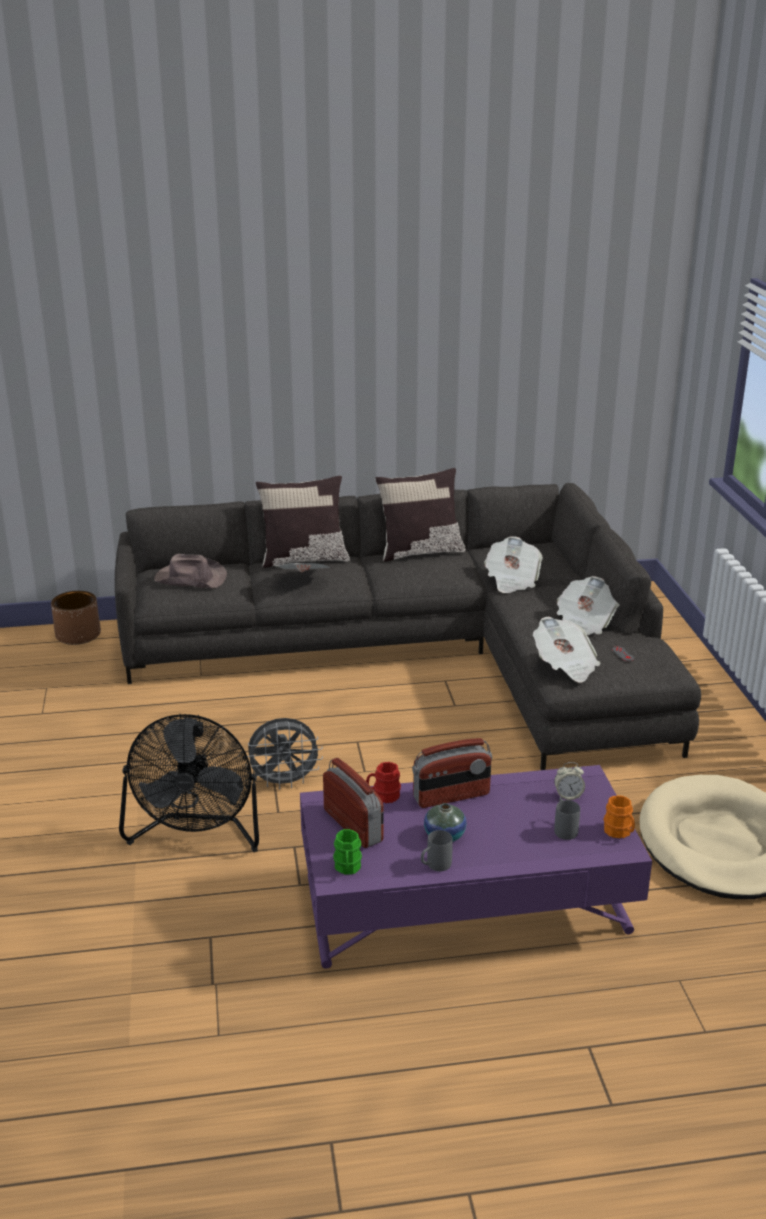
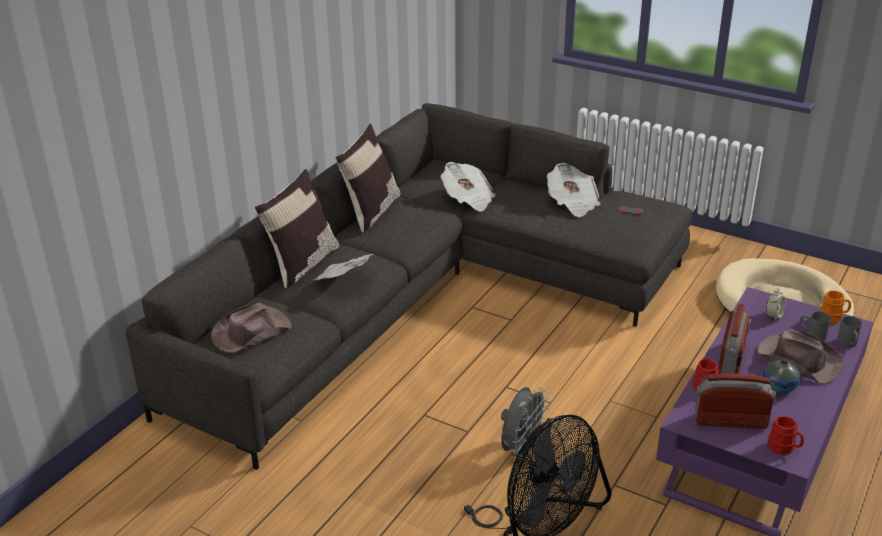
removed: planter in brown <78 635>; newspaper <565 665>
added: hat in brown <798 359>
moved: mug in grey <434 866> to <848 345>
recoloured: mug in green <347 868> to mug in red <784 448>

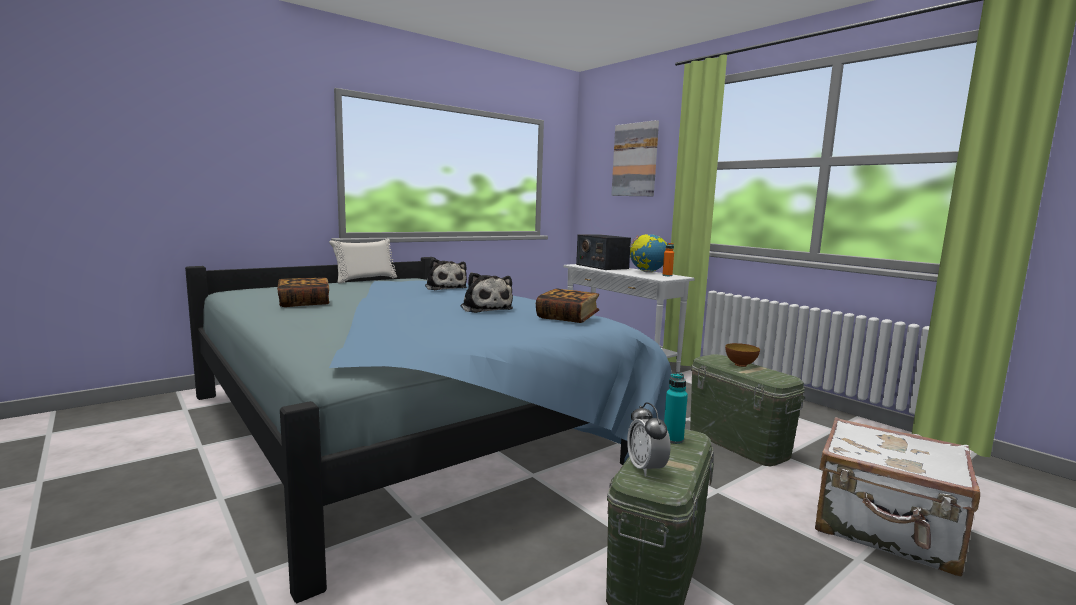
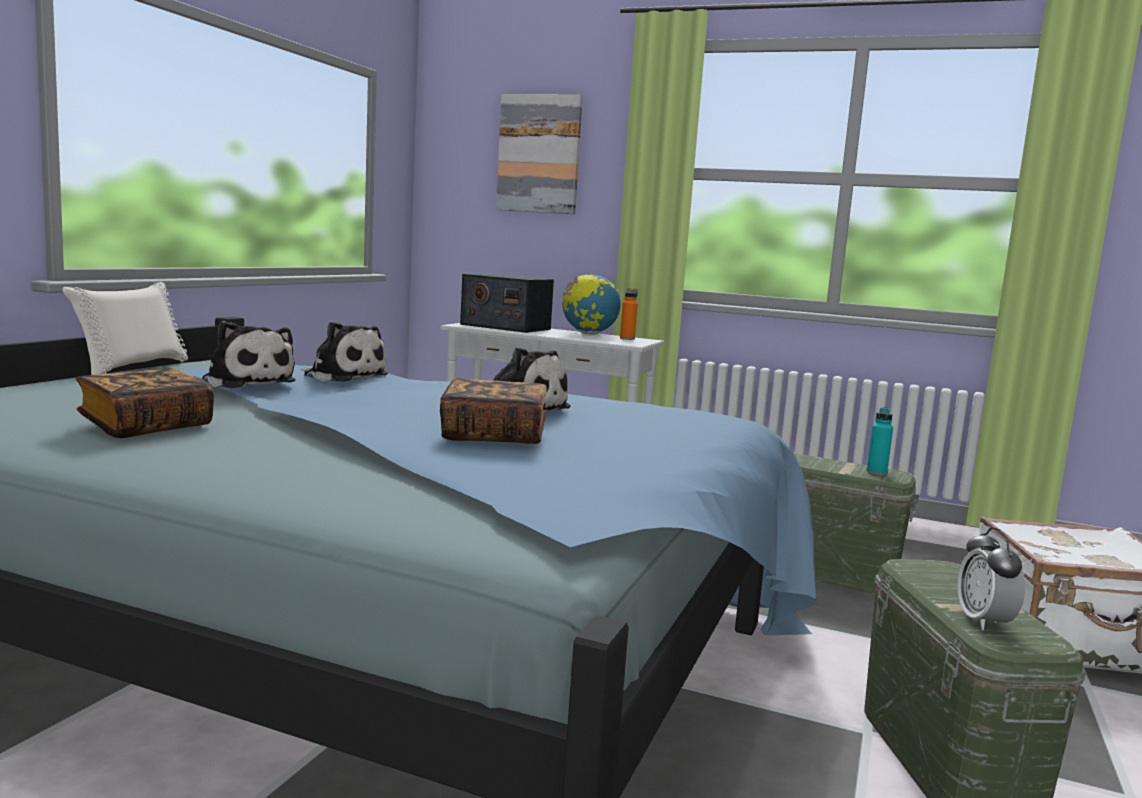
removed: bowl <740 365>
added: plush toy <247 382>
moved: book <567 318> to <494 436>; bottle in turquoise <673 439> to <876 472>
turned: alarm clock <646 468> = <984 622> 45 degrees clockwise

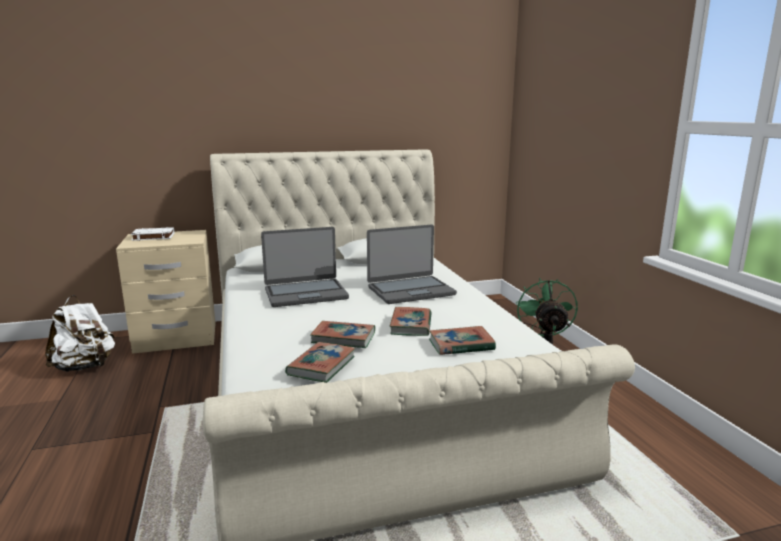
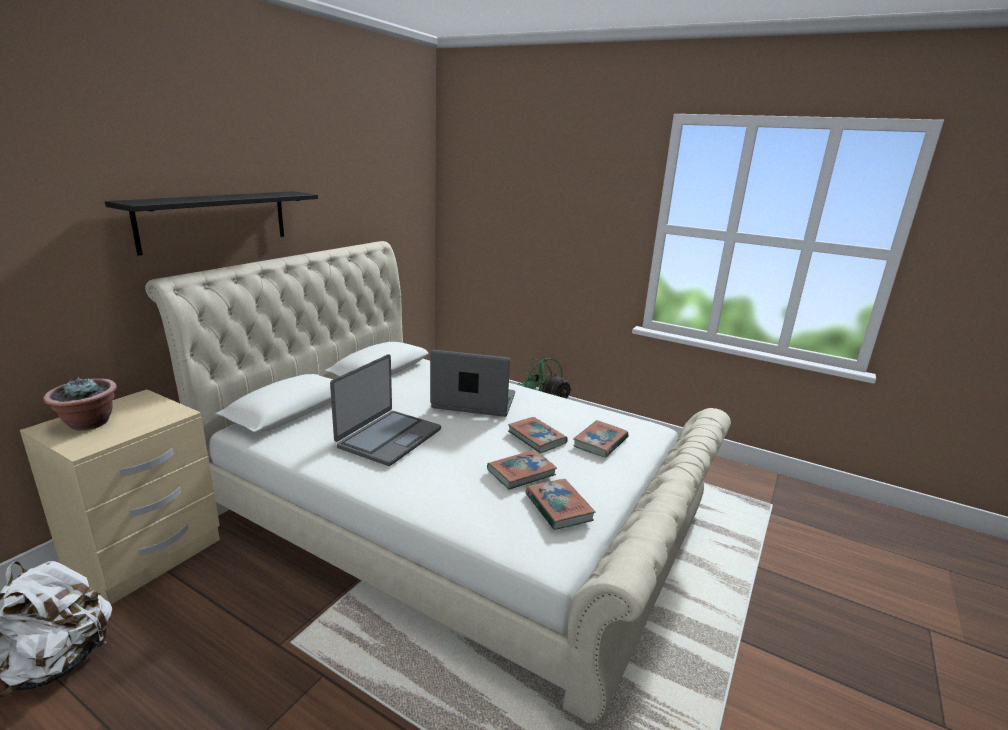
added: shelf in black <215 220>
replaced: book in white <153 237> to potted plant <88 423>
turned: laptop <410 290> = <473 402> 105 degrees counterclockwise

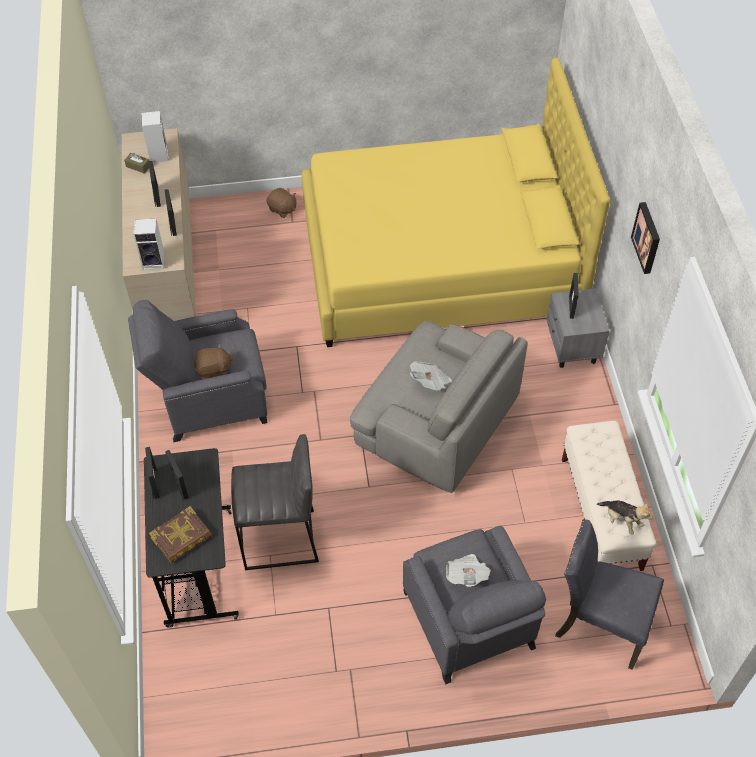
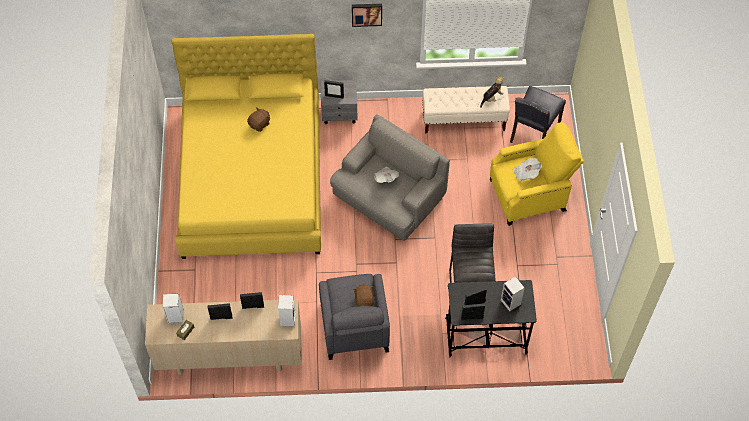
moved: plush toy in brown <282 209> to <259 124>
replaced: book <181 537> to speaker <511 302>
recoloured: armchair in grey <470 623> to armchair in yellow <530 194>

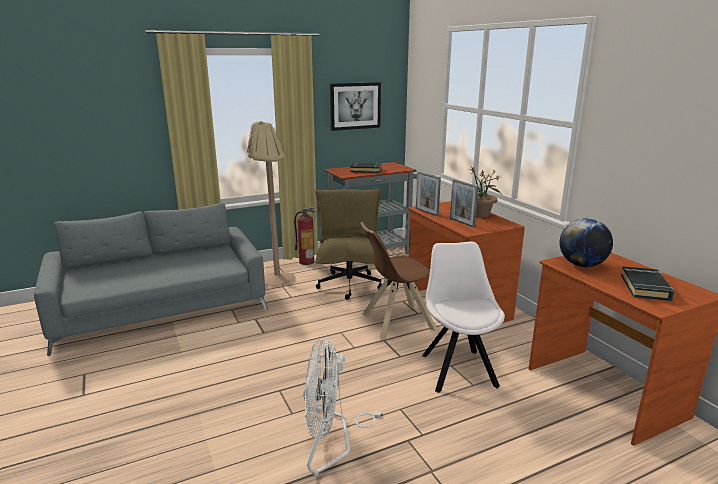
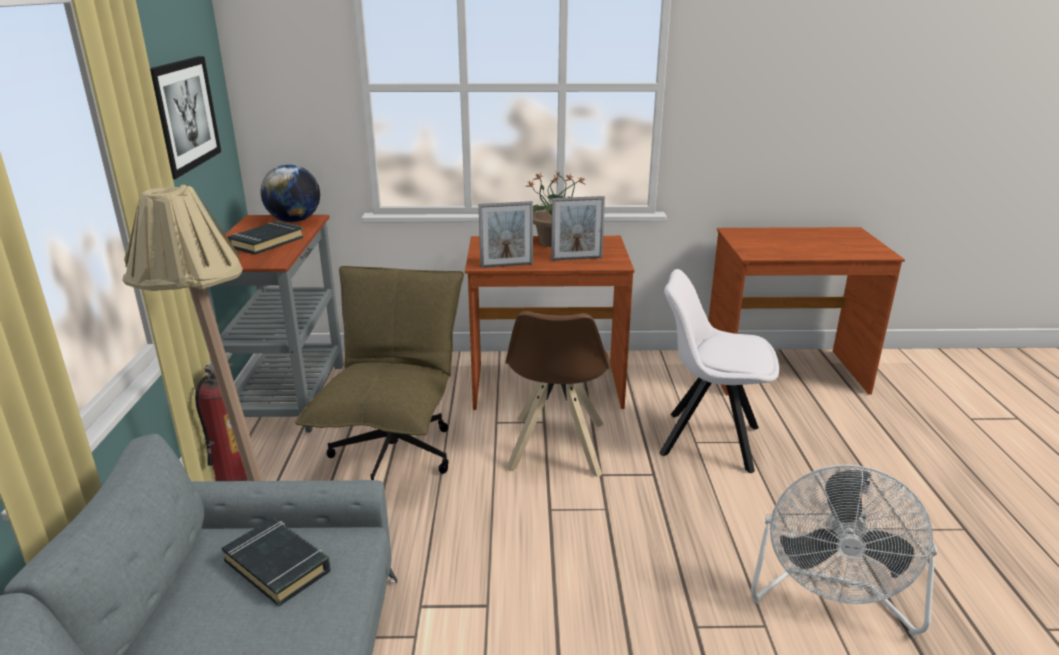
moved: book in black <645 287> to <278 566>; globe <582 265> to <294 220>
turned: office chair in beige <349 285> = <393 455> 75 degrees clockwise

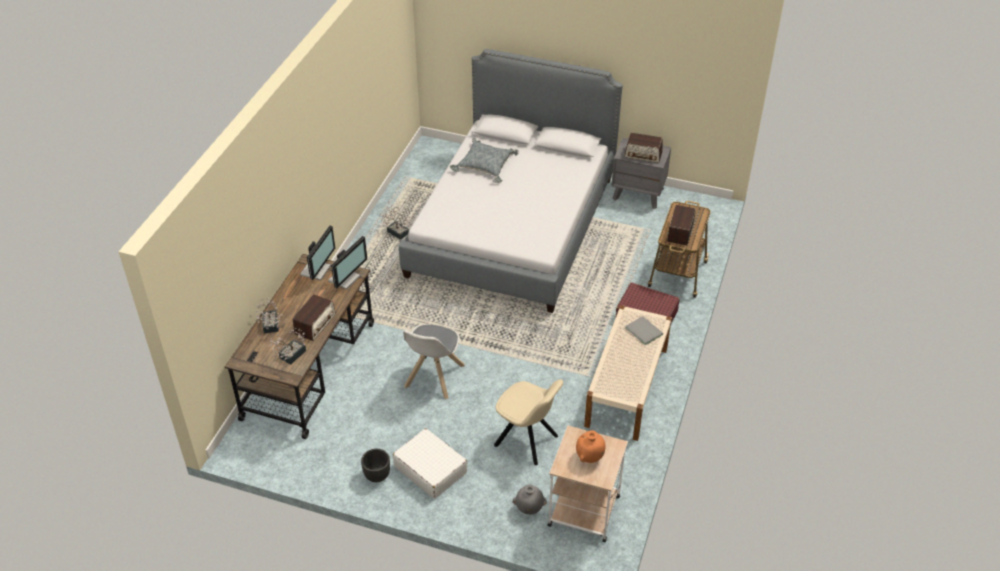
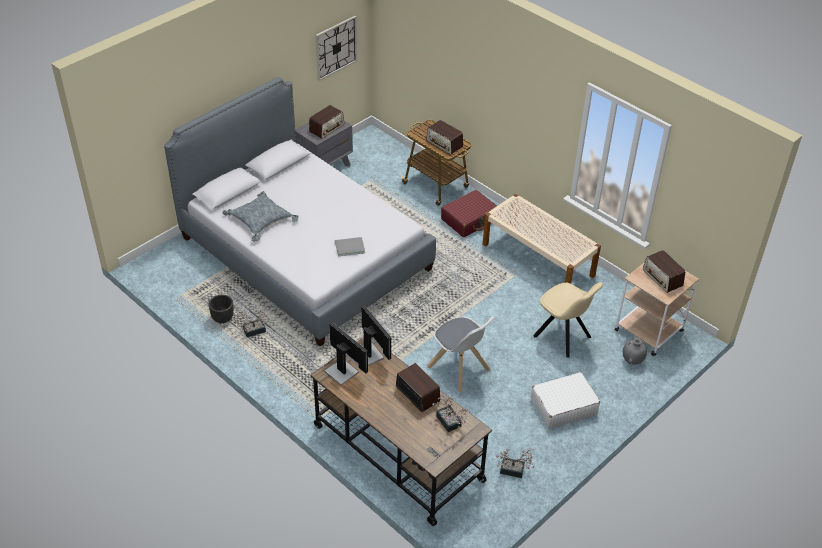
added: wall clock <336 48>
moved: planter in black <377 475> to <223 318>; book in grey <644 330> to <348 247>; potted plant <270 326> to <515 471>
replaced: vase in orange <589 457> to radio <662 278>
turned: chair in beige <527 440> = <563 336> 75 degrees clockwise

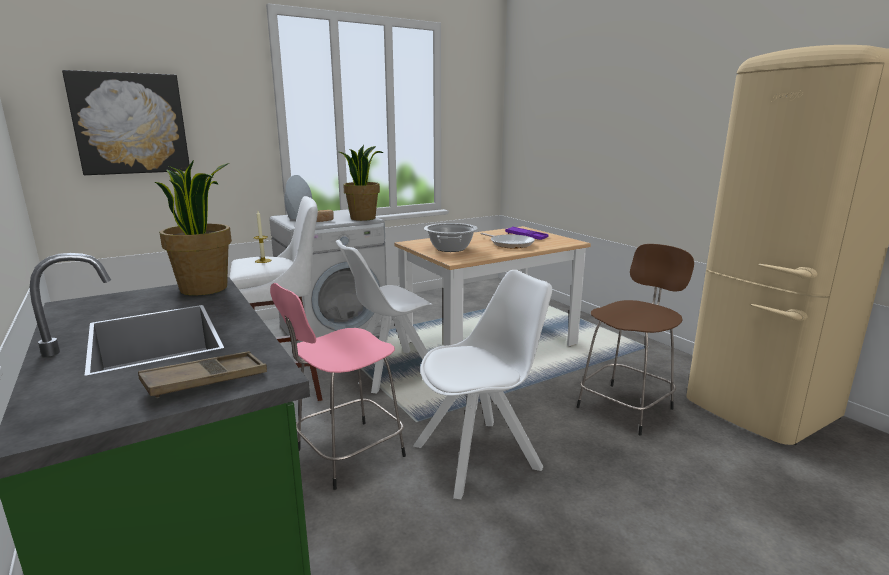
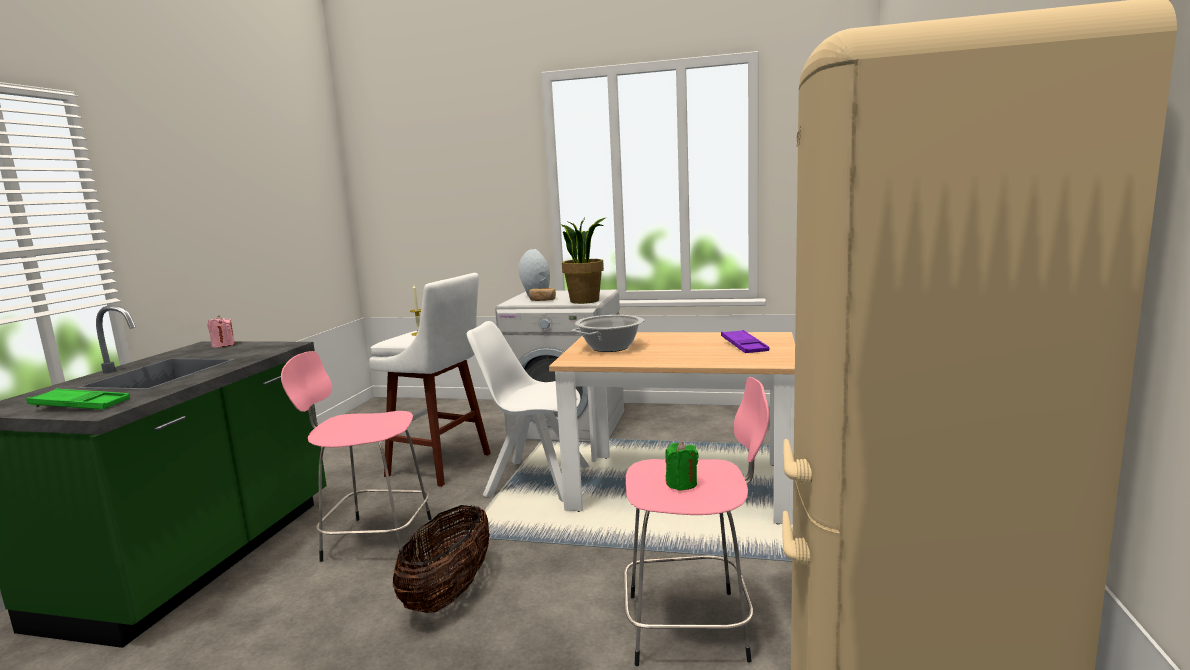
removed: picture <130 124>; potted plant <205 288>; frying pan <510 244>
added: candle in pink <223 345>; candle in green <681 484>
replaced: chair in white <479 456> to basket <449 593>
recoloured: tray in brown <206 381> to tray in green <80 405>; stool in brown <626 407> to stool in pink <692 626>

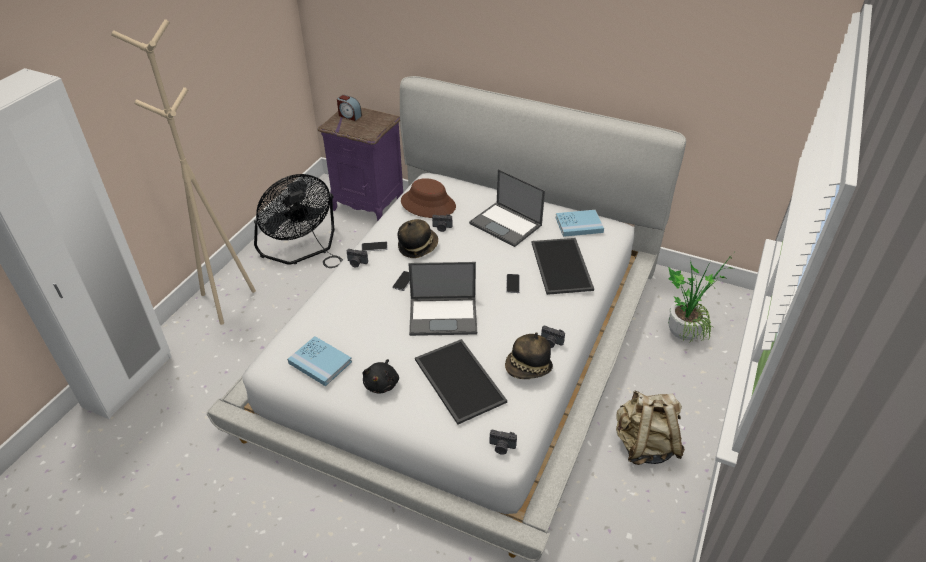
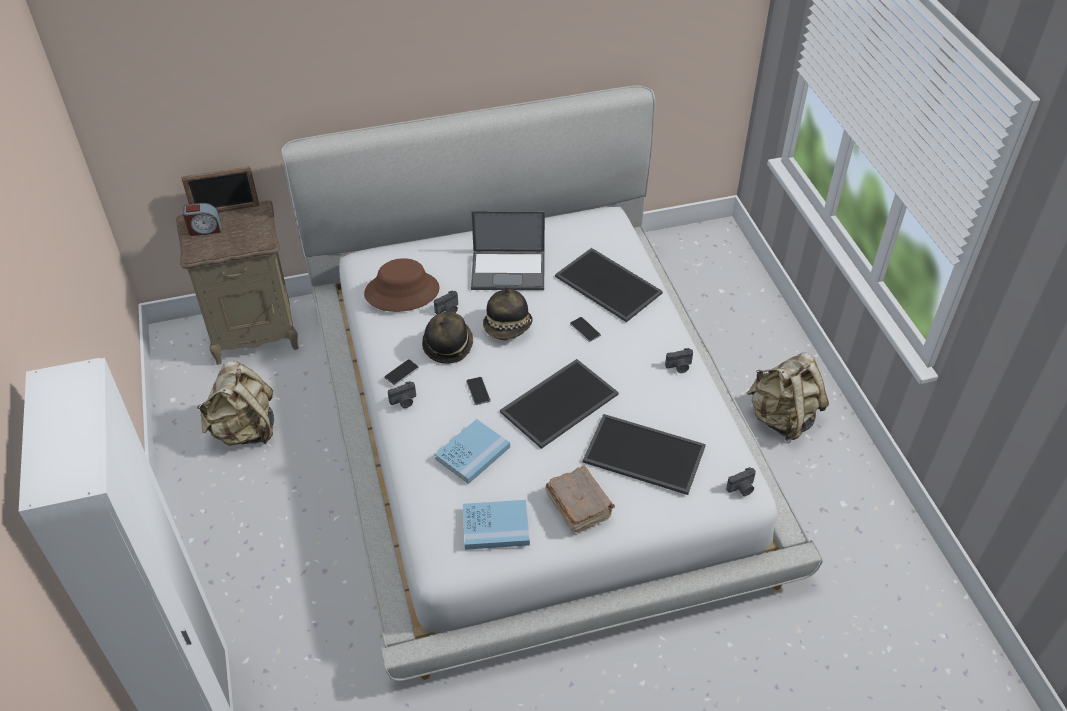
removed: clothes rack in beige <227 302>; potted plant <685 329>
added: picture frame <226 210>
moved: book in blue <579 225> to <472 453>; hat <528 368> to <508 327>
replaced: fan in black <307 250> to backpack in beige <245 430>; laptop <444 316> to tray <559 401>; plush toy in black <382 383> to book in brown <578 505>
recoloured: nightstand in purple <368 205> to nightstand in beige <255 334>

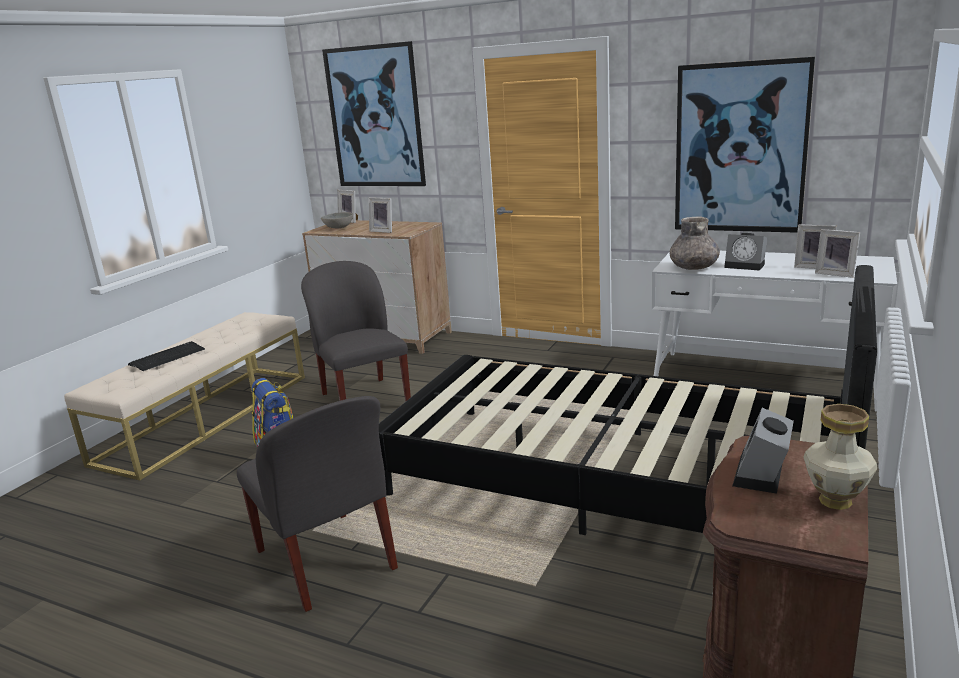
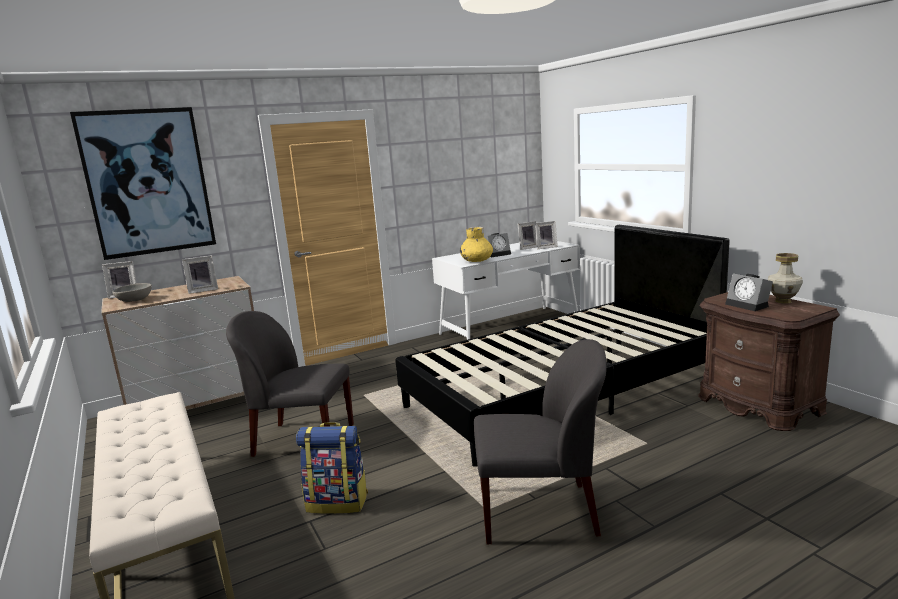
removed: keyboard <168 357>; picture <740 148>
recoloured: vase in grey <694 267> to vase in yellow <477 260>

